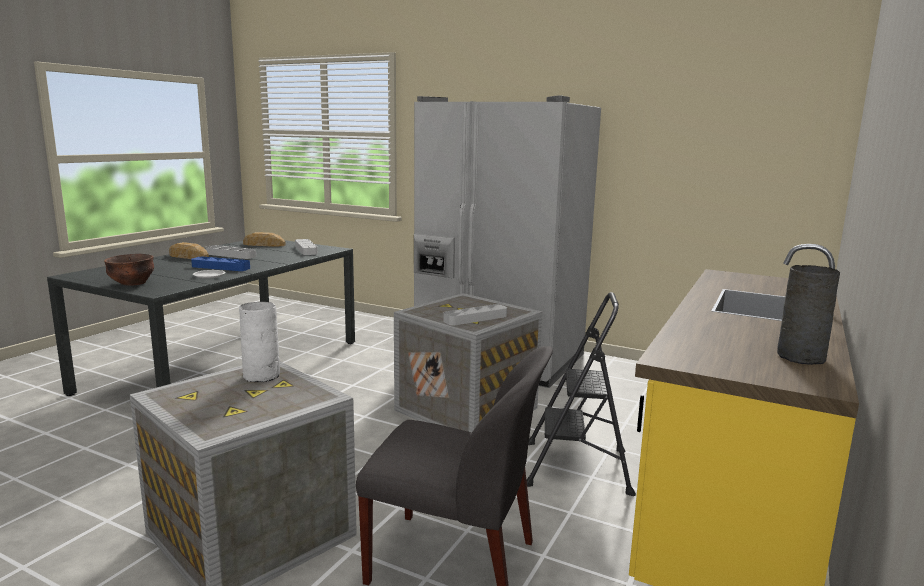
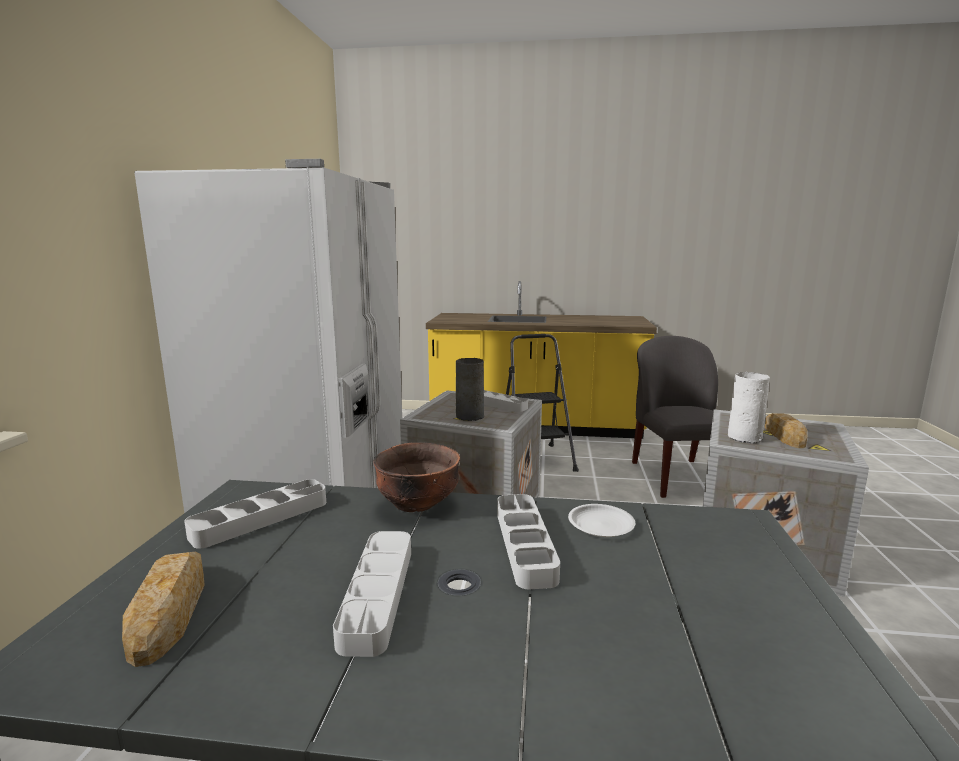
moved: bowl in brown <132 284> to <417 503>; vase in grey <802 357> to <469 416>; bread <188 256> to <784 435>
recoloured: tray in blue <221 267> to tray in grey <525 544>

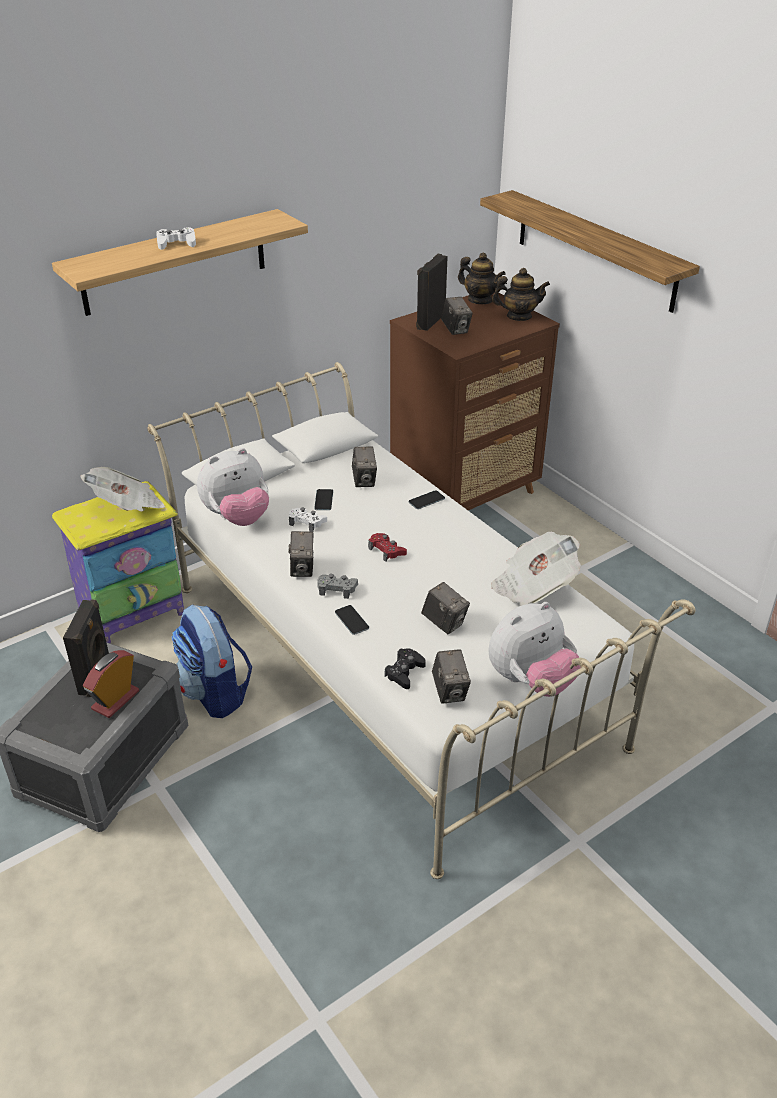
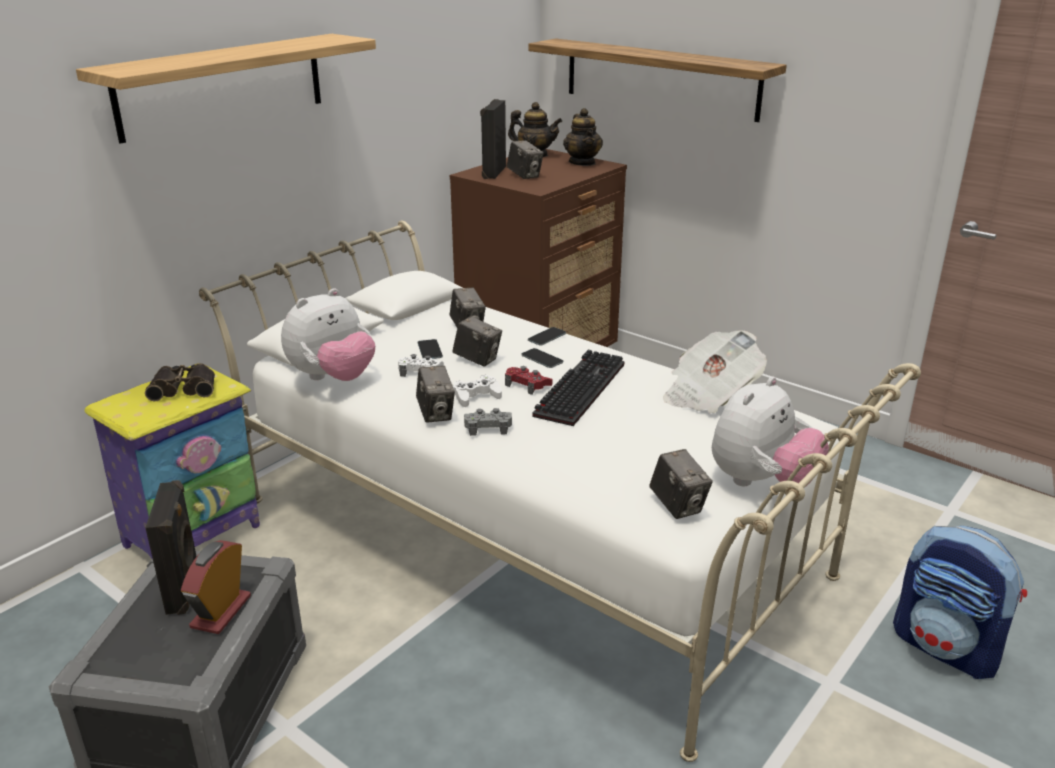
removed: game controller in black <404 672>
added: keyboard <578 388>
moved: photo camera <444 623> to <477 360>; game controller in white <176 243> to <476 396>; phone <351 620> to <542 358>; backpack <215 693> to <947 648>
replaced: newspaper <127 506> to binoculars <184 388>
turned: teapot <519 316> = <582 163> 90 degrees clockwise

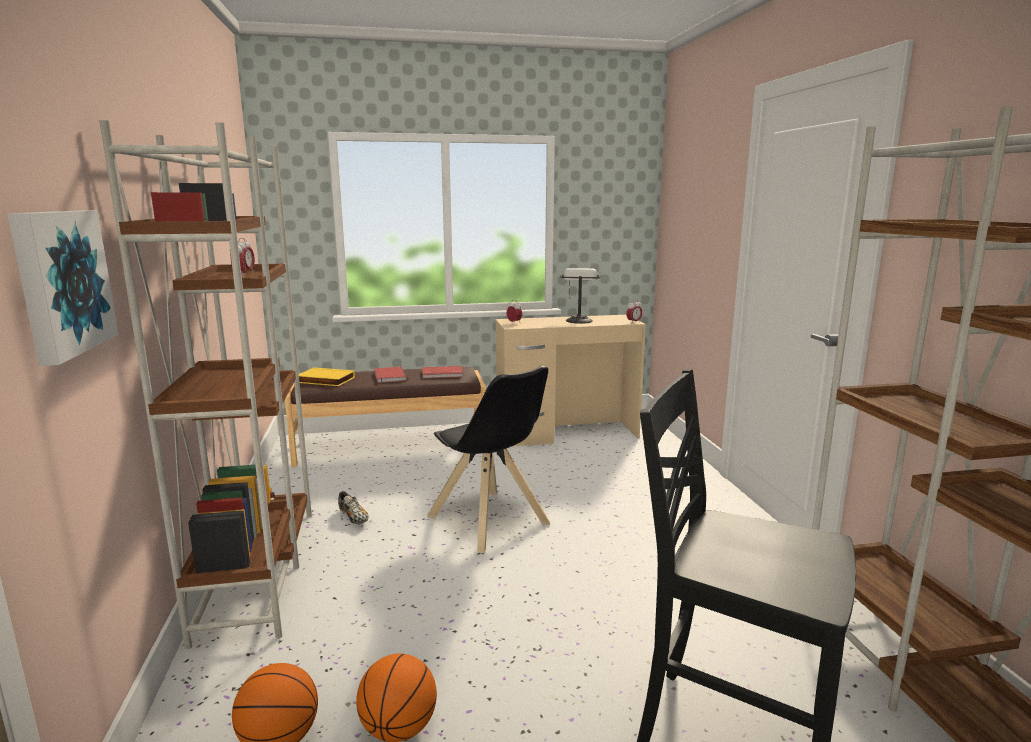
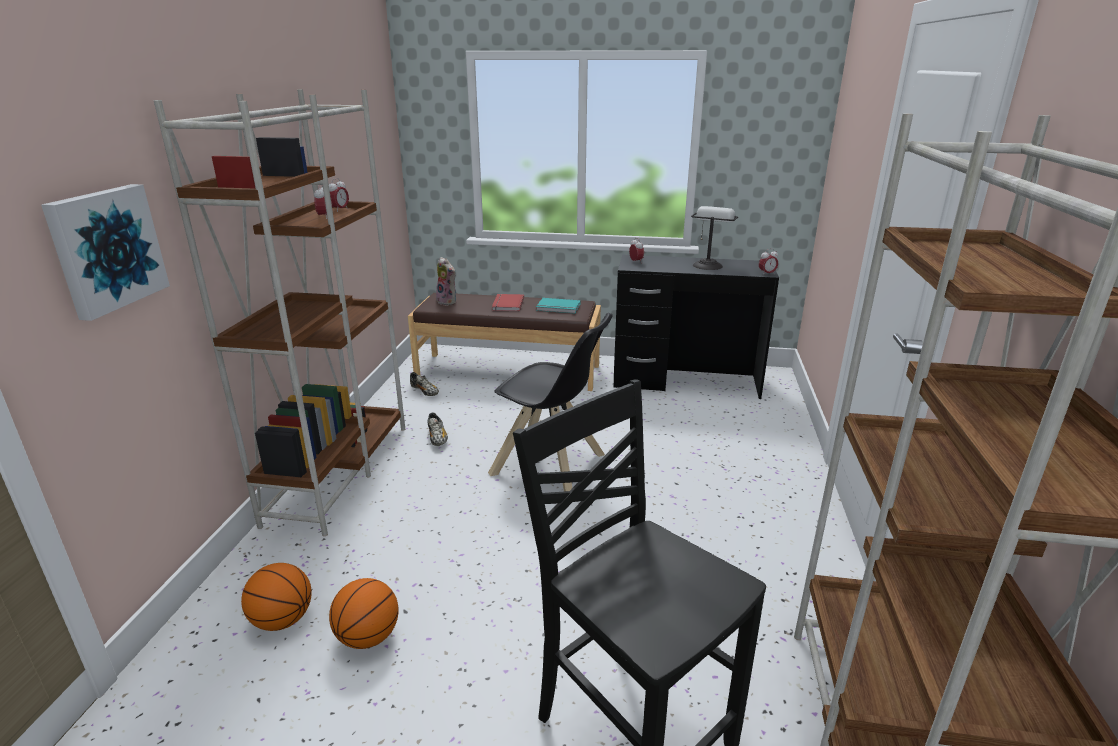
added: shoe <425 392>
replaced: book in yellow <324 380> to plush toy <448 302>
recoloured: book in red <442 374> to book in turquoise <558 308>; desk in beige <566 433> to desk in black <686 381>
turned: chair in black <490 522> = <551 465> 45 degrees counterclockwise

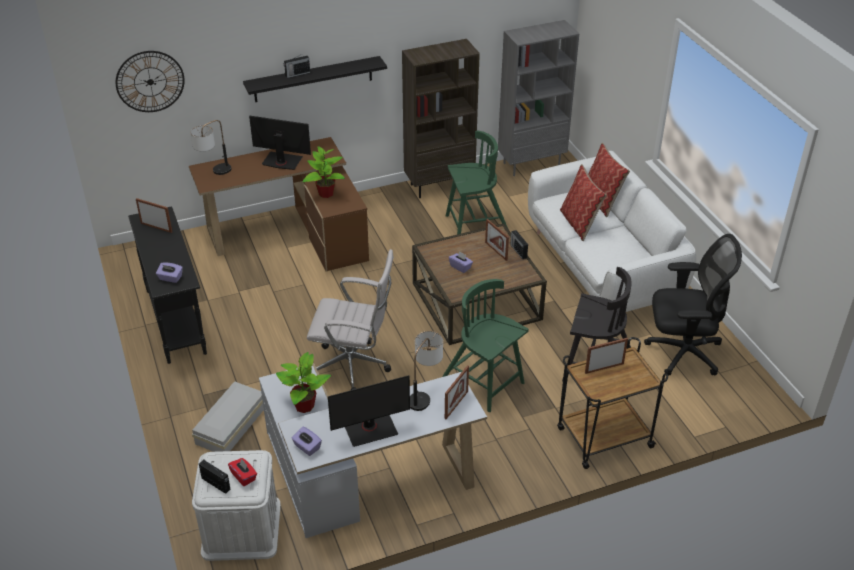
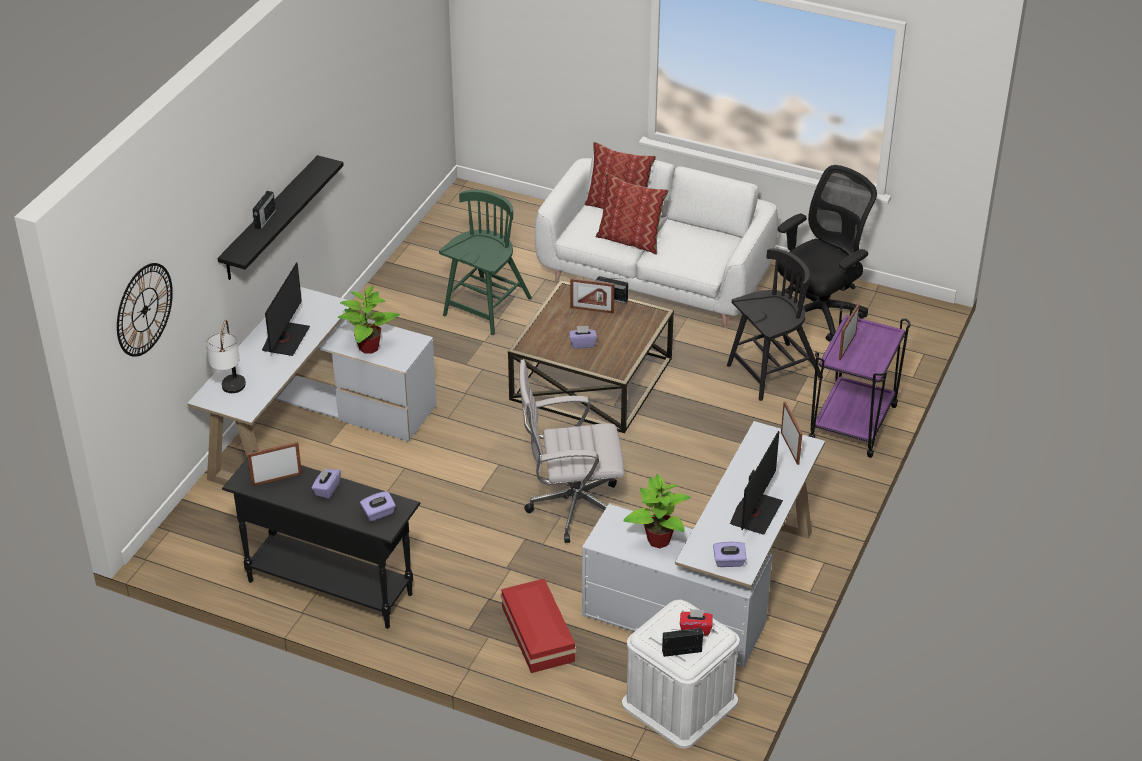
removed: bookcase in brown <439 185>; table lamp <424 394>; chair in green <484 382>; bookcase in grey <531 164>
added: tissue box in purple <327 489>
recoloured: desk in brown <293 233> to desk in white <313 427>; storage box in white <229 425> to storage box in red <537 635>; cart in brown <603 438> to cart in purple <852 424>
turned: monitor <282 161> = <285 339> 135 degrees clockwise; office chair in white <354 367> = <571 508> 150 degrees counterclockwise

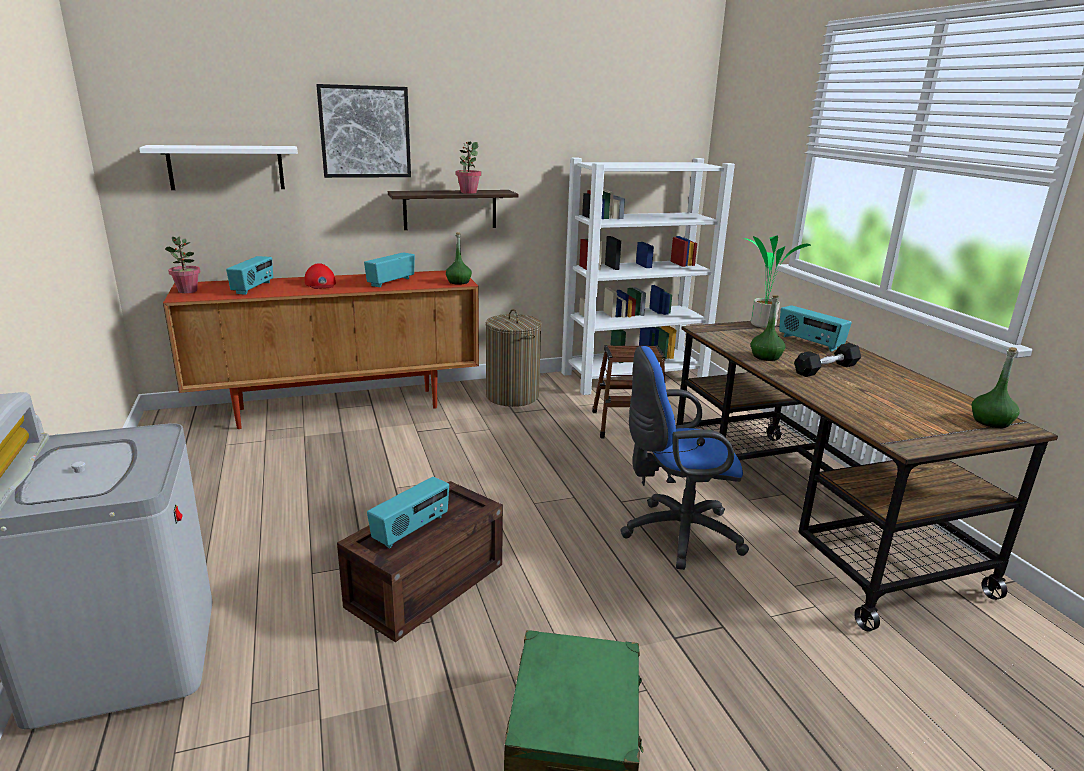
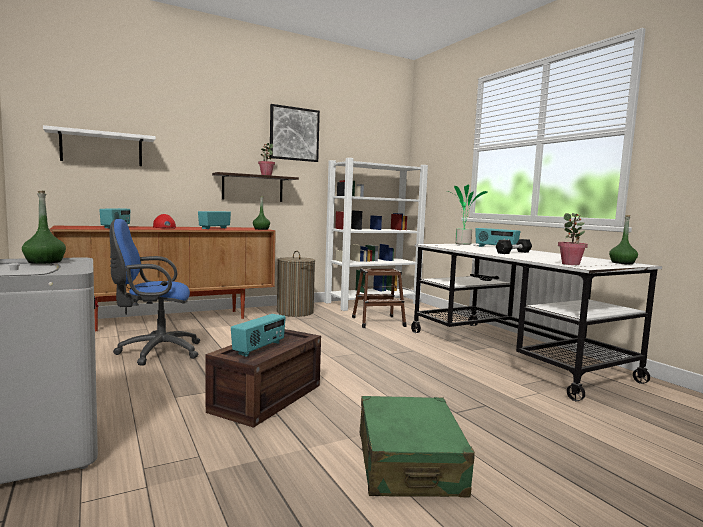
moved: bottle in green <765 357> to <44 262>; office chair in blue <675 534> to <155 352>; picture <365 132> to <294 134>; potted plant <187 291> to <570 264>
recoloured: desk in brown <808 513> to desk in white <511 354>

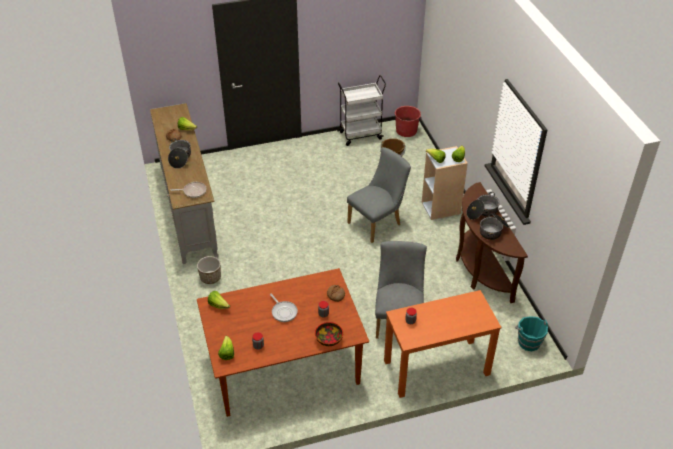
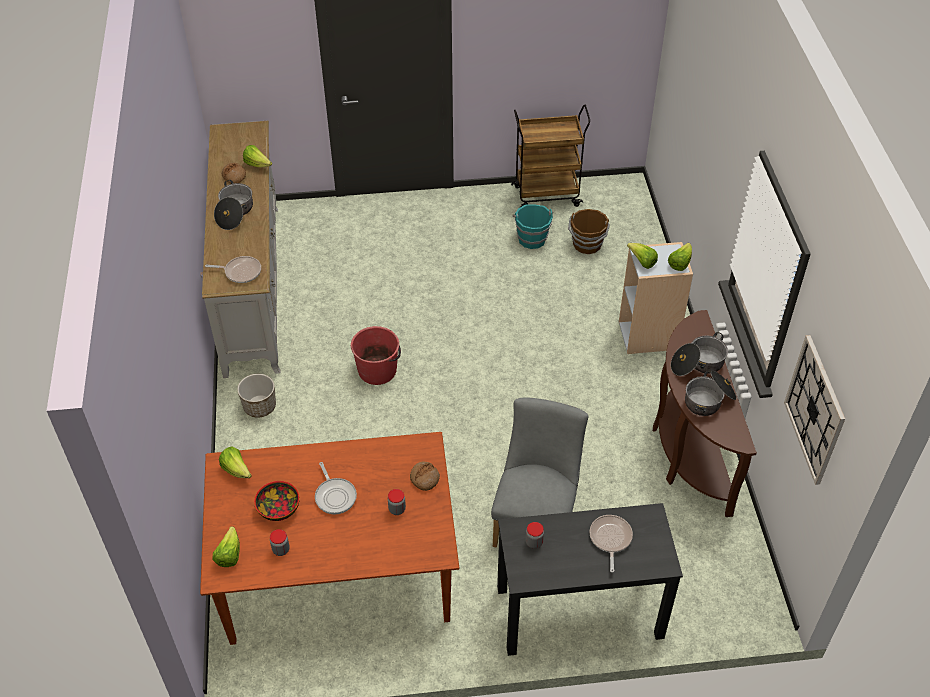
removed: chair in grey <377 222>
added: frying pan <610 539>; wall clock <815 410>
moved: bowl <329 339> to <278 509>; bucket in red <406 130> to <378 370>; bucket in turquoise <528 342> to <531 238>
recoloured: desk in orange <436 367> to desk in black <578 612>; cart in white <361 135> to cart in brown <547 196>

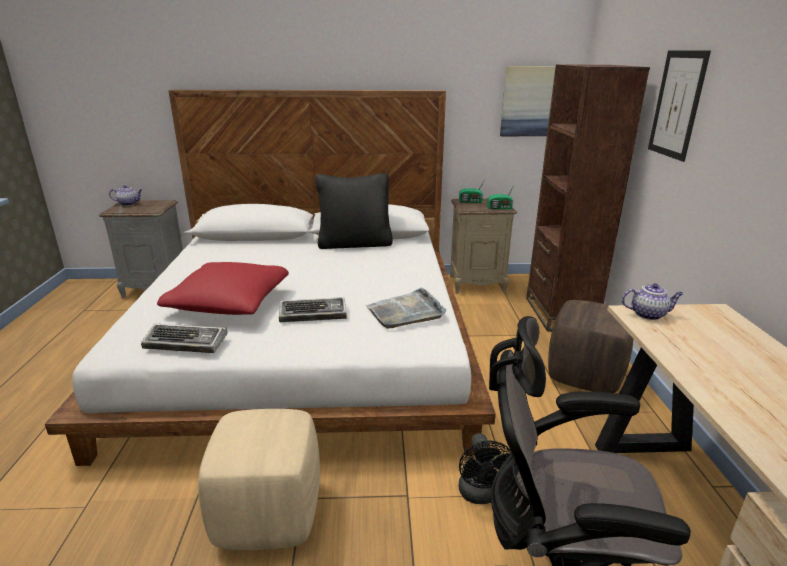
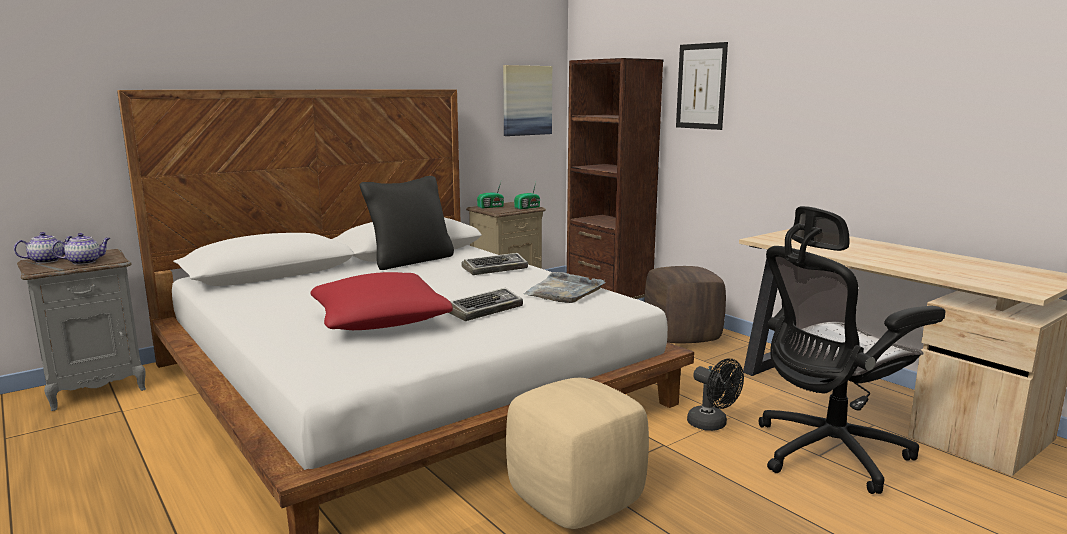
moved: teapot <648 314> to <85 262>; keyboard <187 343> to <495 269>

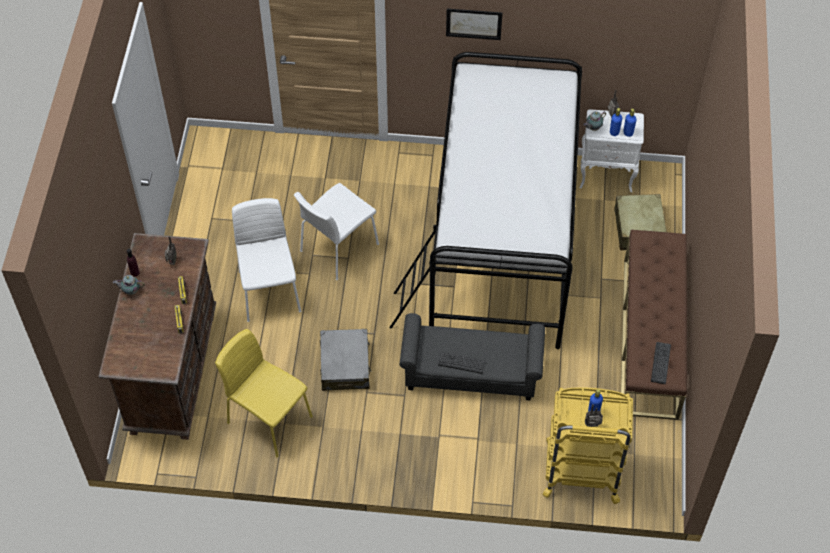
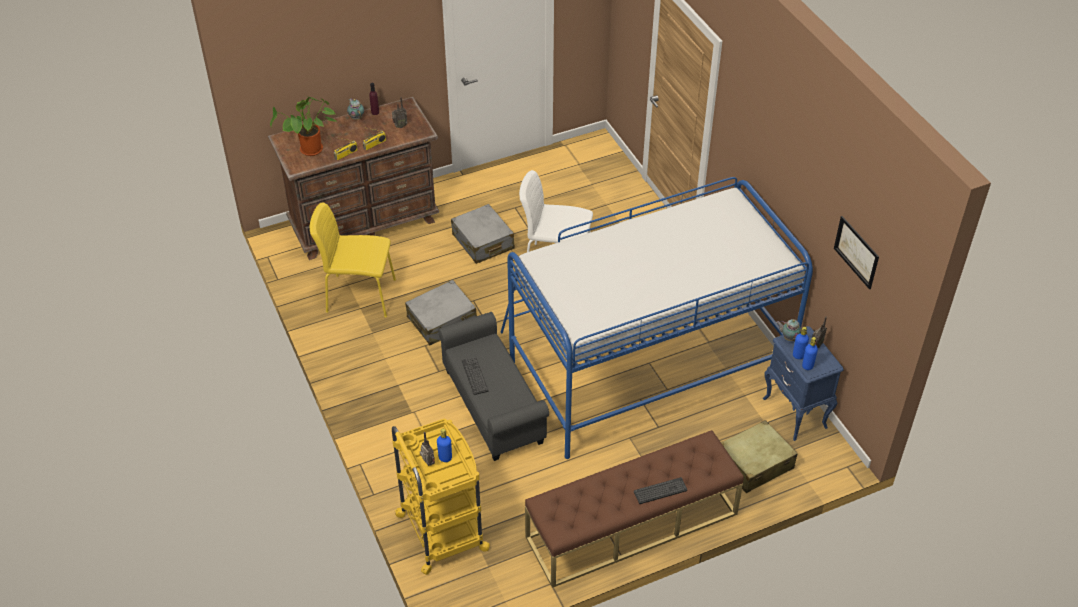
added: potted plant <310 151>
moved: keyboard <660 363> to <660 491>; picture <474 23> to <856 252>
replaced: chair in white <268 289> to suitcase in grey <483 242>
recoloured: bed in black <499 247> to bed in blue <645 368>; nightstand in white <606 176> to nightstand in blue <795 413>
turned: chair in yellow <267 418> = <358 296> 90 degrees counterclockwise

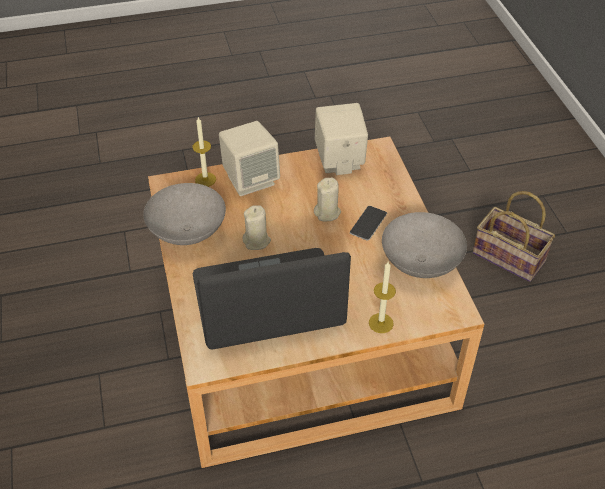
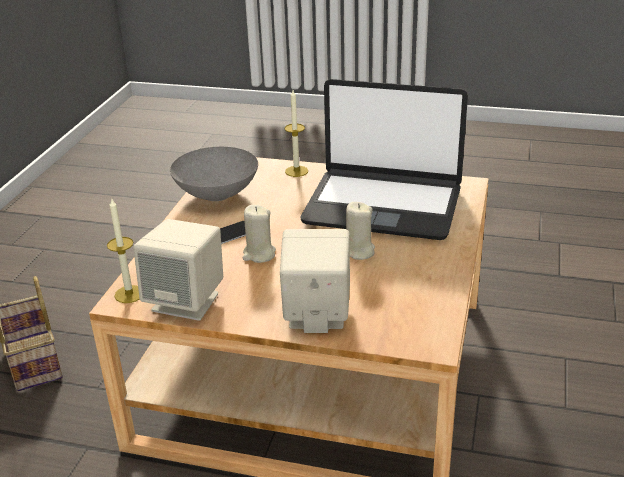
removed: bowl in grey <189 231>
moved: candle <205 179> to <129 294>

